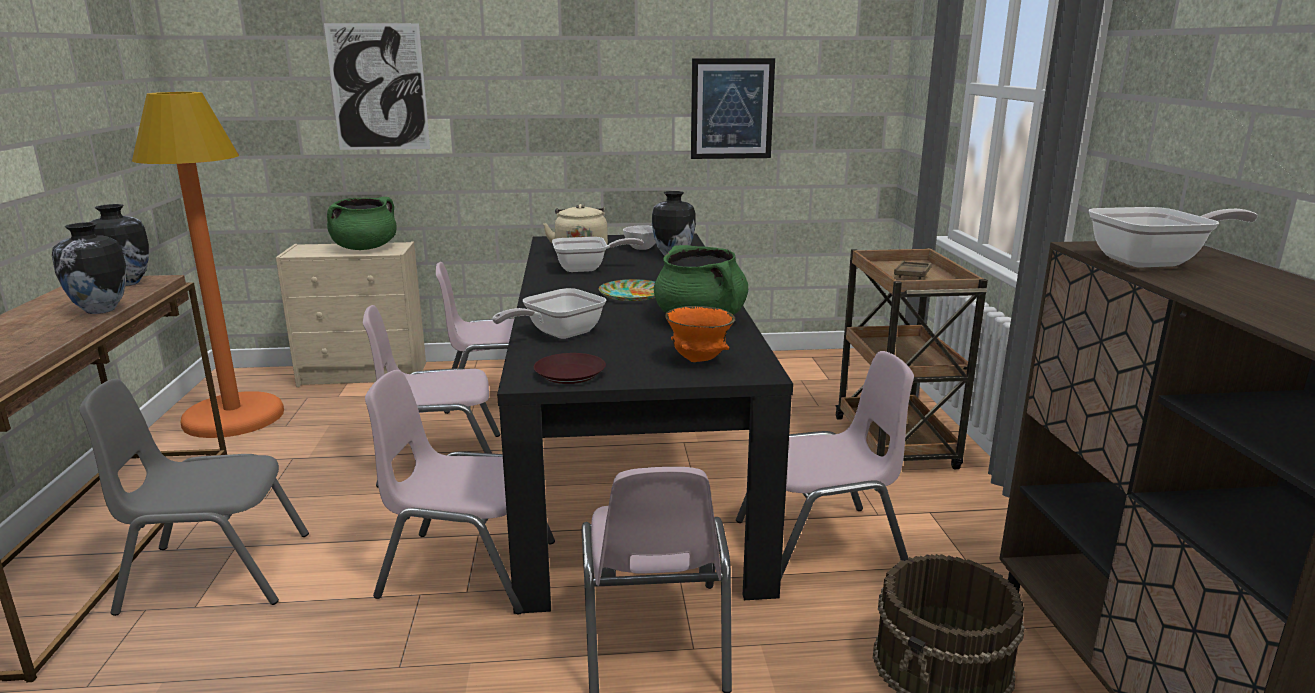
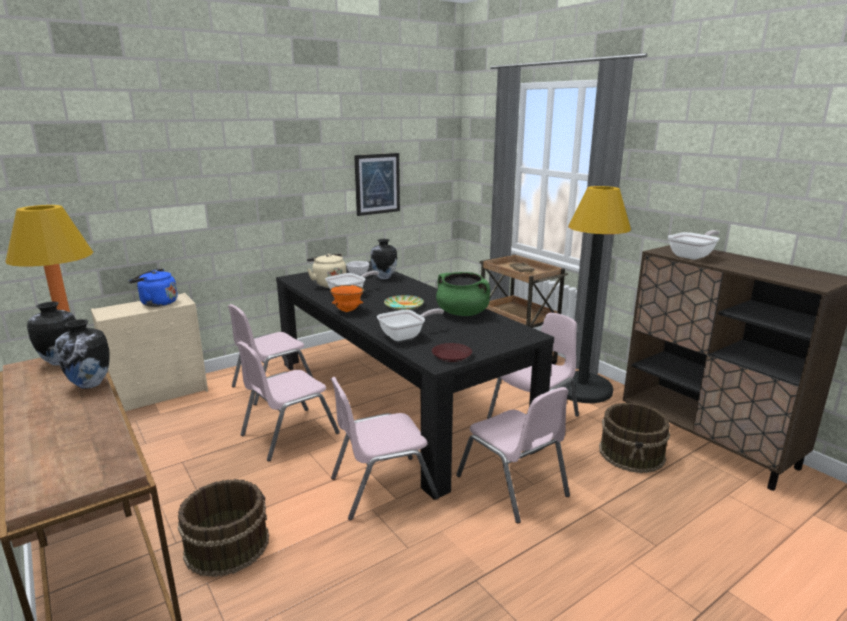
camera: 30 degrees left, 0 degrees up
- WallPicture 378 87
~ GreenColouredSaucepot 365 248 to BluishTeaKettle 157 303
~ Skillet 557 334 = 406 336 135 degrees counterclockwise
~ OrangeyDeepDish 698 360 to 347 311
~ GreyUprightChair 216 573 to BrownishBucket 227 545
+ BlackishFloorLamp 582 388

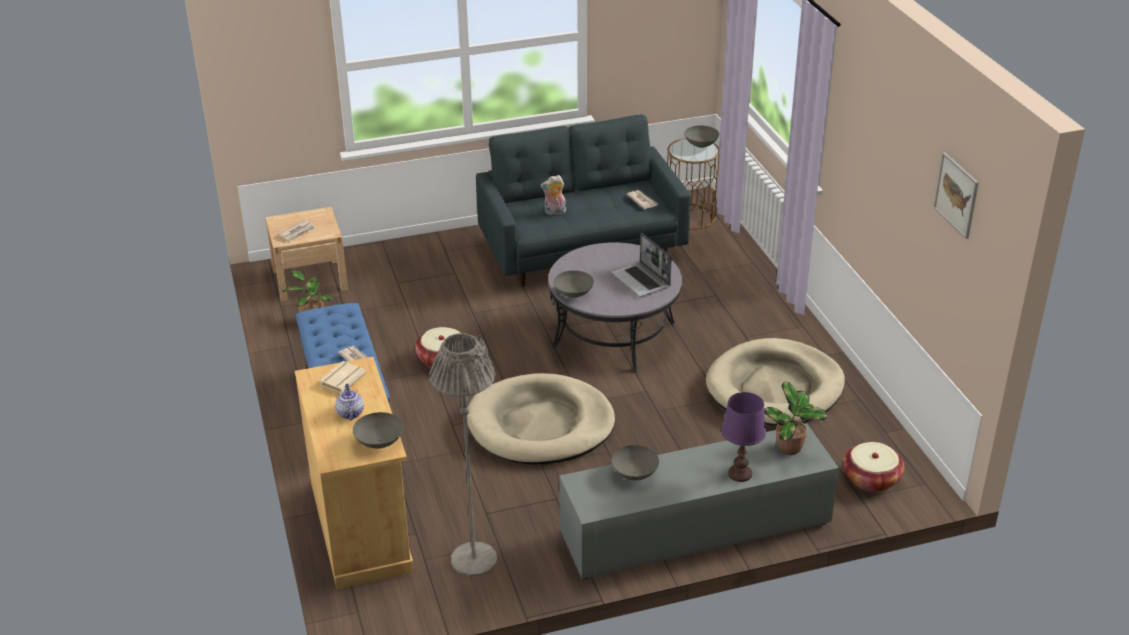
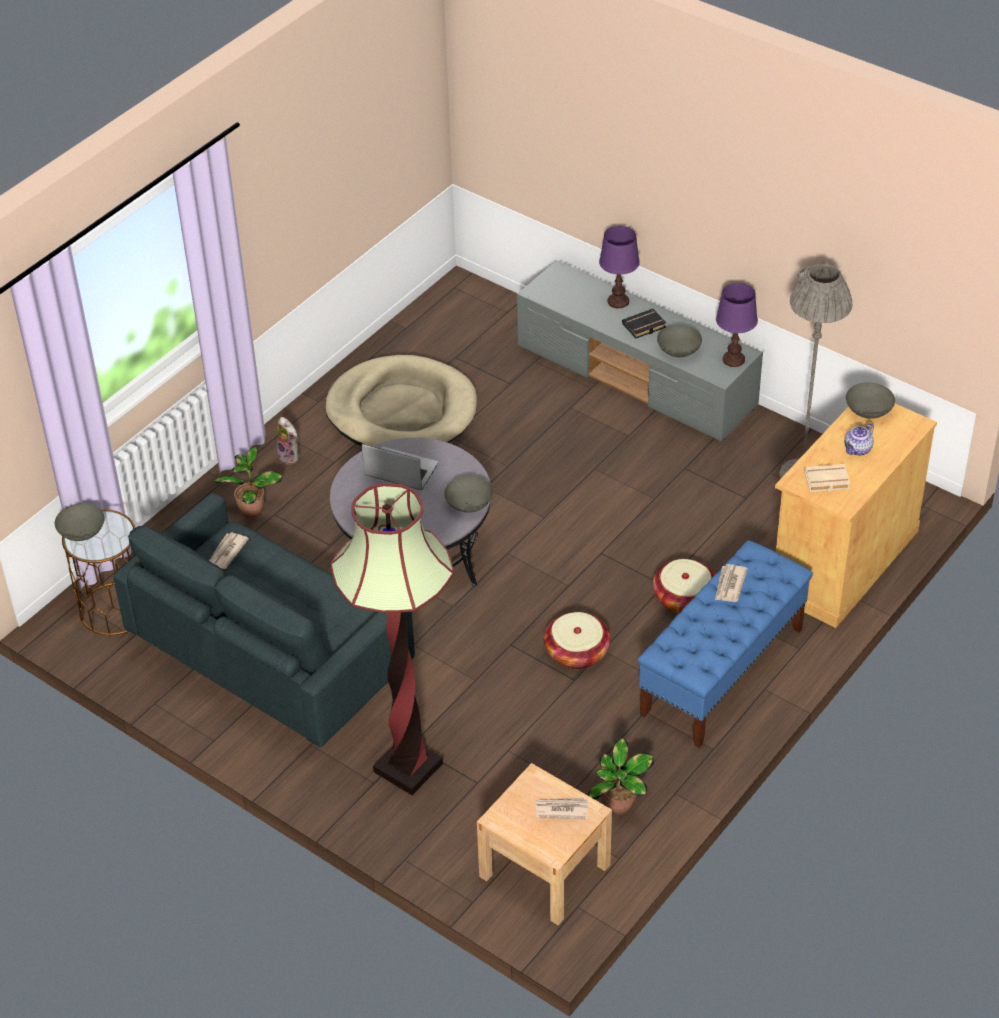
camera: 125 degrees left, 10 degrees up
- WallPicture 956 195
~ PlushToy 554 212 to 290 456
~ Laptop 641 281 = 400 471 90 degrees counterclockwise
- BeigeDogBed 540 425
~ PottedPlant 791 449 to 252 509
~ Basket 871 479 to 684 598
+ PurpleColouredTabletopLamp 734 359
+ BlackishVolume 644 327
+ FloorLamp 408 767

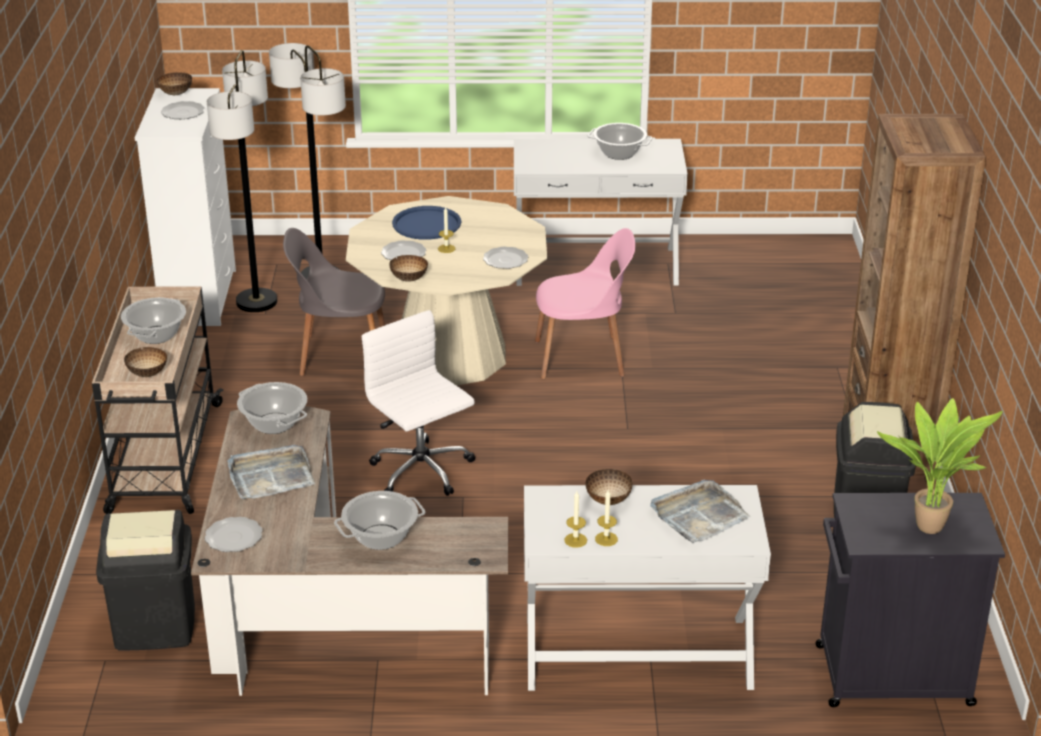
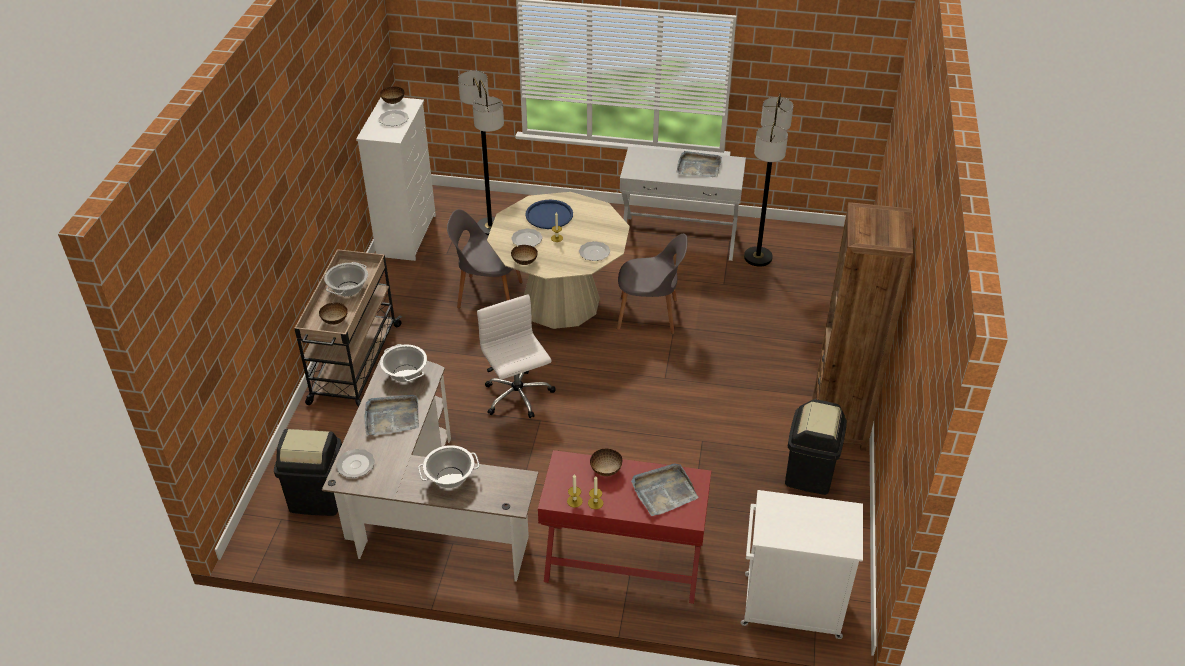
camera: 10 degrees right, 10 degrees up
~ FloorLamp 256 302 to 757 257
~ Saucepot 619 153 to GreyServingTray 698 166
~ PinkUprightChair 582 358 to GreyUprightChair 649 315
- PottedPlant 930 525
~ WhiteHallTable 637 653 to RedColouredHallTable 623 563
~ BlackishStorageCabinet 890 676 to WhiteStorageCabinet 789 606

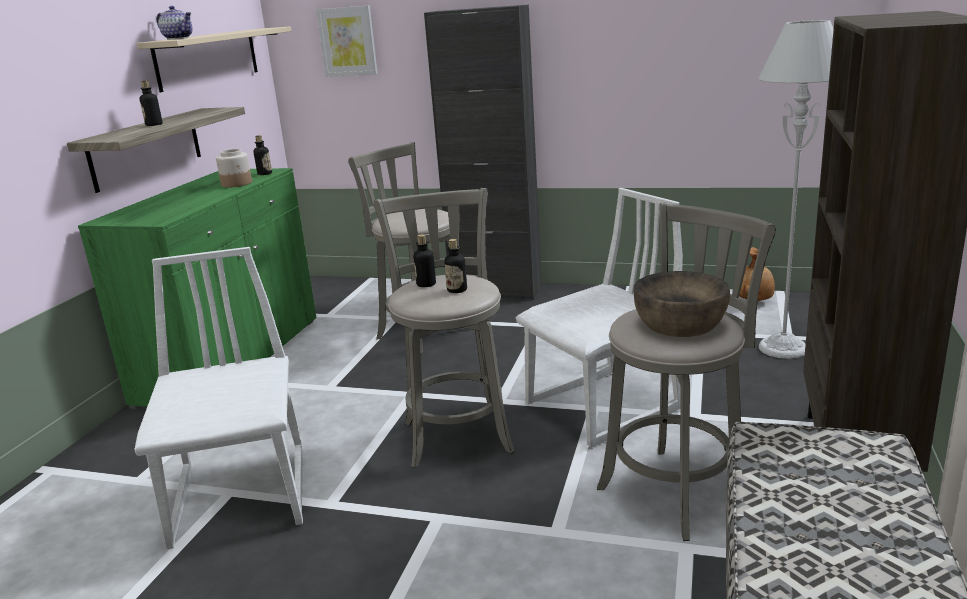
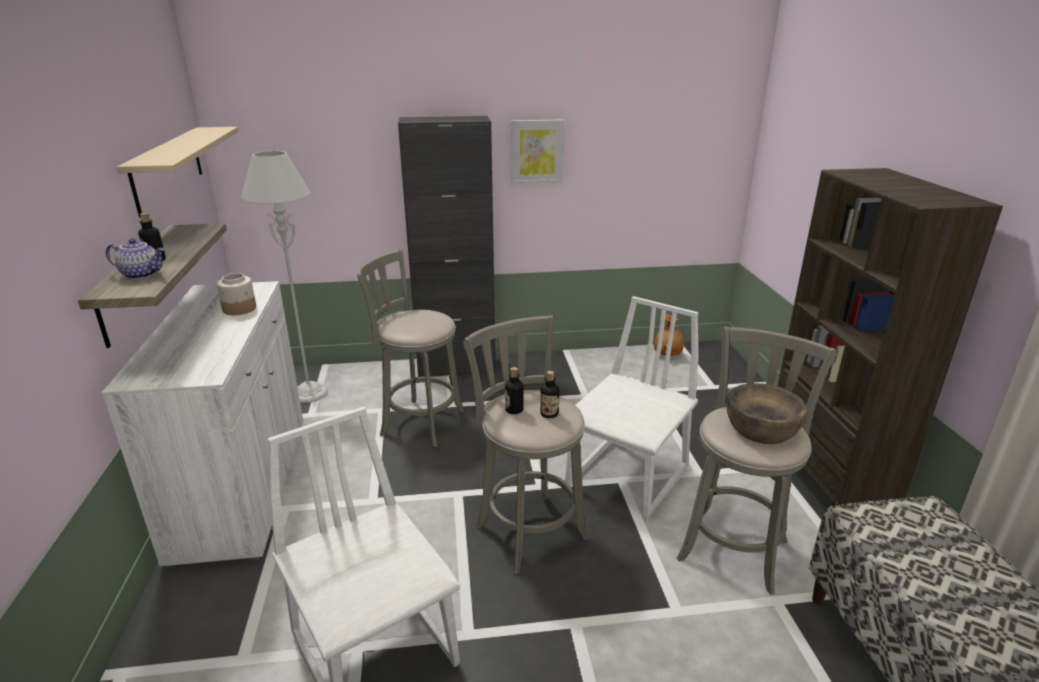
camera: 25 degrees left, 5 degrees up
~ TeaPot 179 38 to 142 274
~ WallPicture 348 41 to 536 151
~ GreyFloorLamp 783 348 to 309 393
- Bottle 265 173
~ GreenColouredStorageCabinet 232 360 to WhiteStorageCabinet 243 485

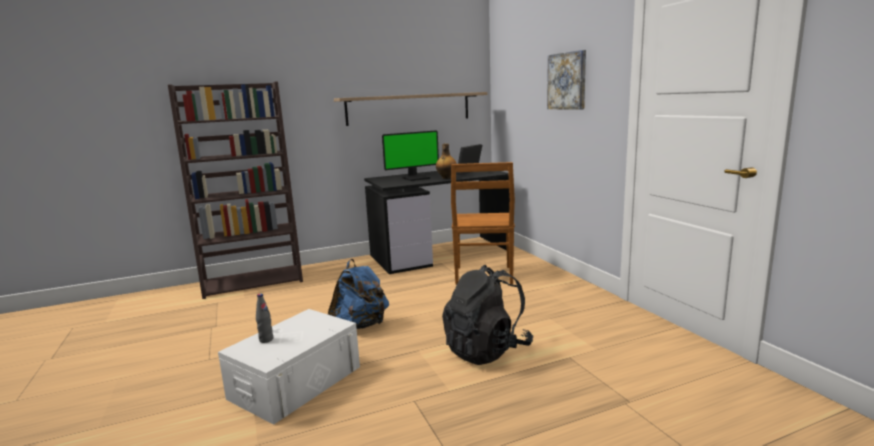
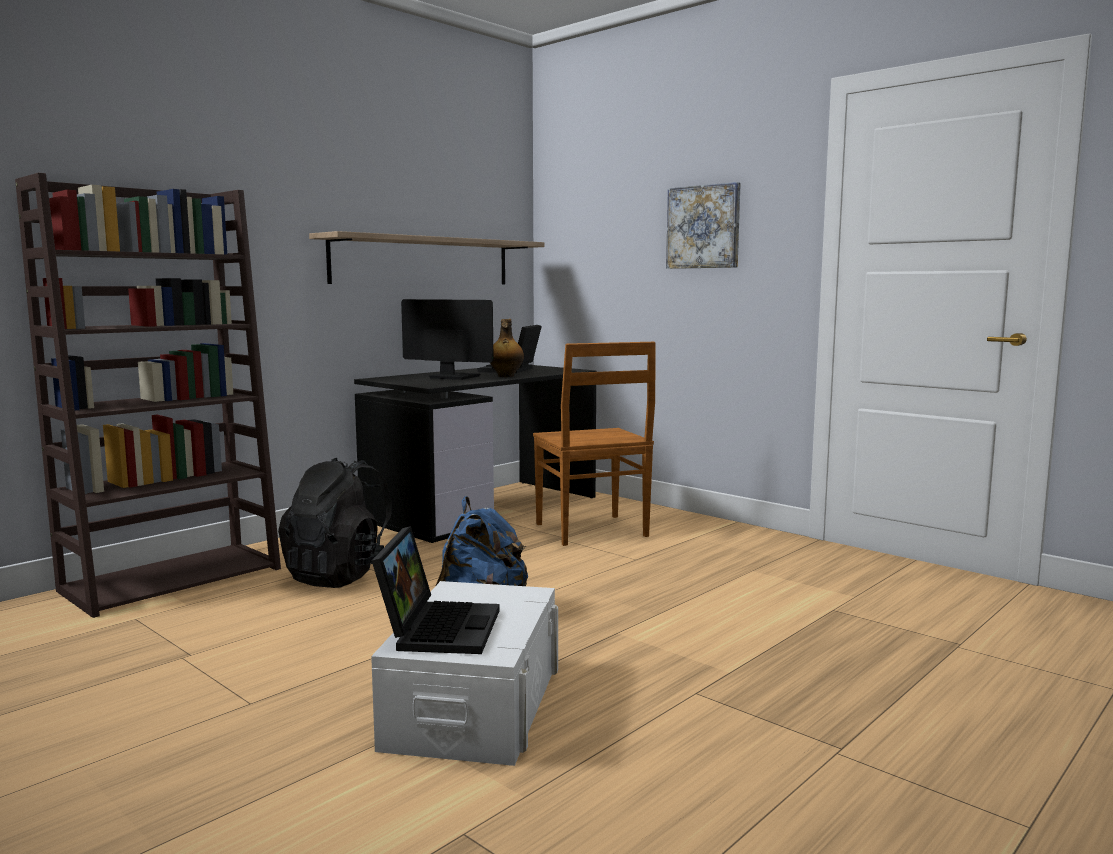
camera: 25 degrees left, 5 degrees down
~ Monitor 416 178 = 452 377 105 degrees counterclockwise
~ BlackishKnapsack 487 350 to 343 575
~ GreyBottle 266 340 to Laptop 438 628

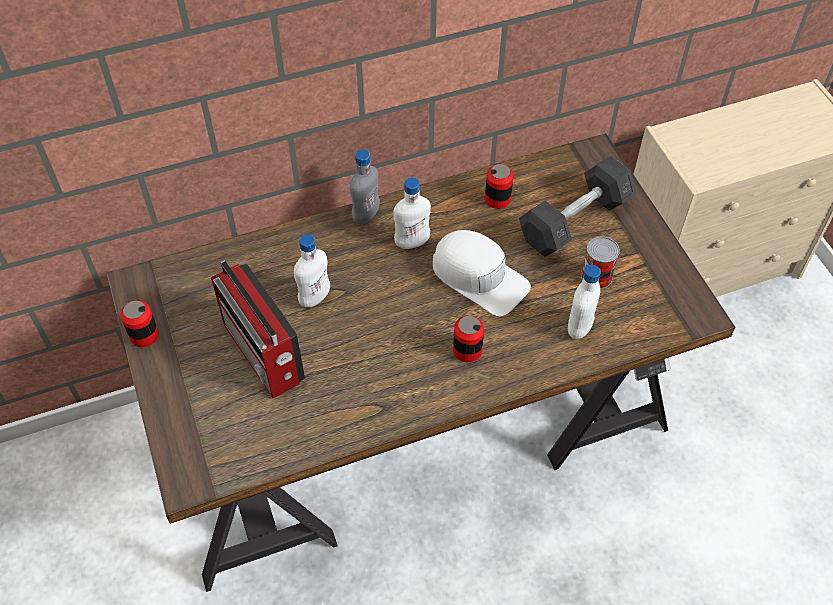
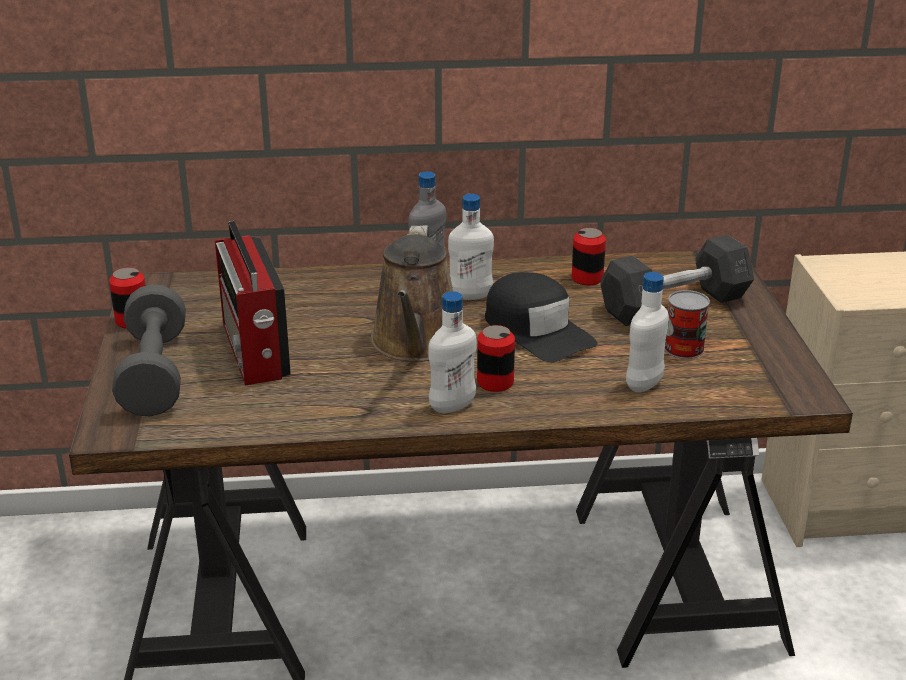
camera: 15 degrees right, 25 degrees down
~ WhiteCap 479 277 to BlackishCap 537 330
~ WhiteBottle 314 298 to 452 406
+ BrownishSprinklingCan 416 344
+ GreyHandWeight 154 374

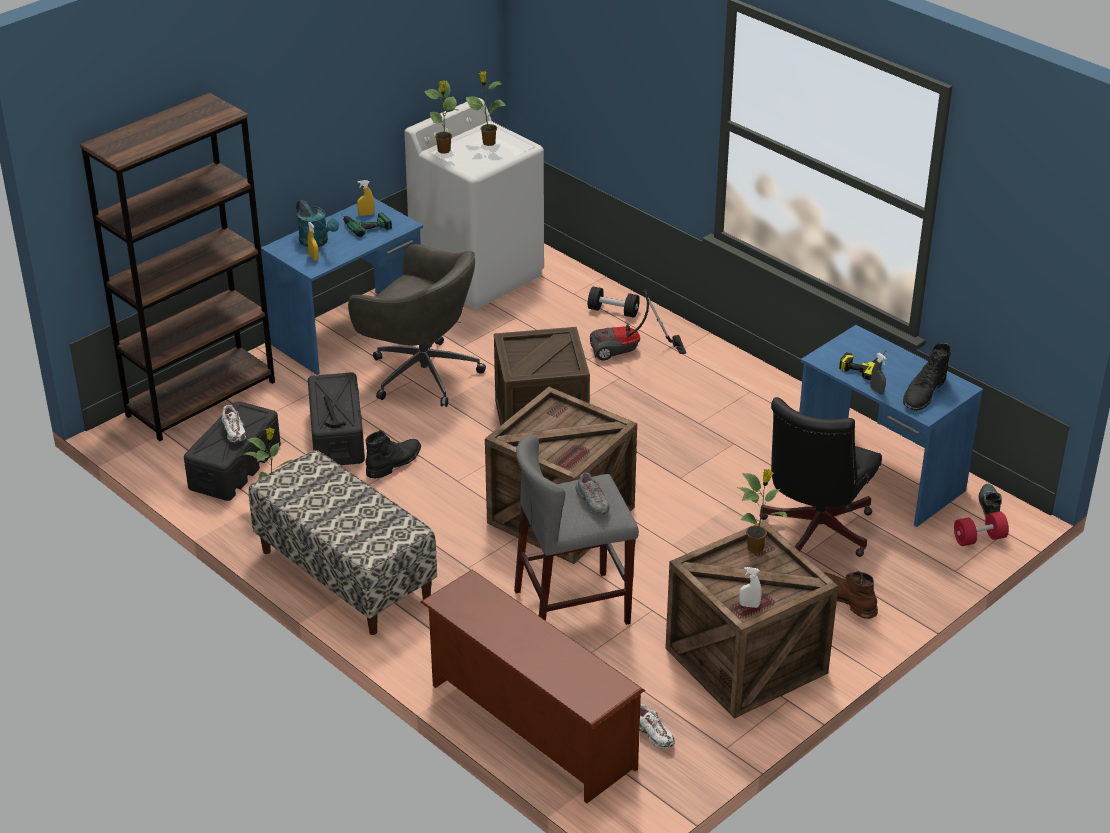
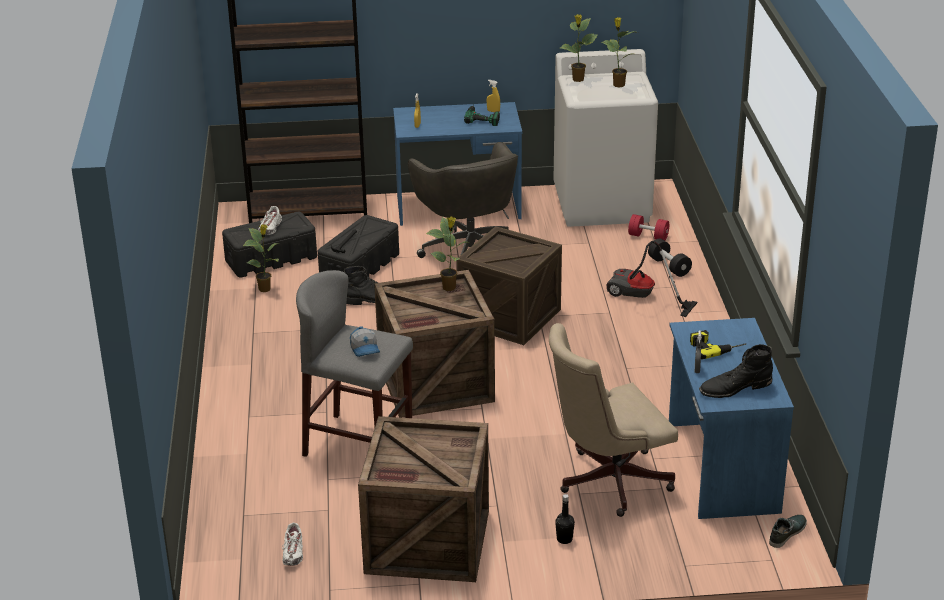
camera: 40 degrees right, 5 degrees down
- TurquoiseColouredSprinklingCan 317 242
~ BlackishComputerChair 813 532 to BeigeComputerChair 607 482
- IndoorBench 344 575
~ PottedPlant 756 548 to 449 288
~ GreyLowShoe 592 503 to Cap 365 349
~ RedColouredHandWeight 979 539 to 648 236
- WhiteHandSprayer 749 605
- BrownishShoeStand 529 726
~ BrownishBoot 845 598 to BlackishBottle 564 539

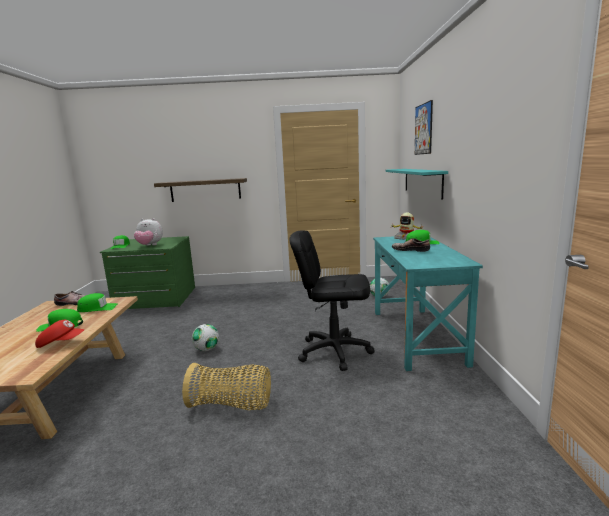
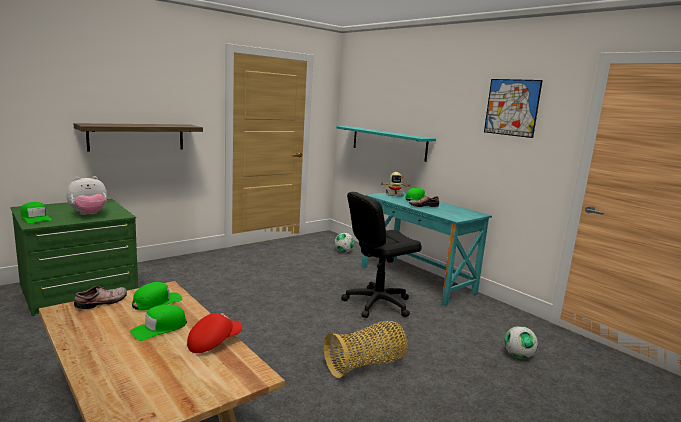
camera: 40 degrees left, 0 degrees up
~ WallPicture 423 129 to 511 107
~ FootballBall 207 349 to 518 356

